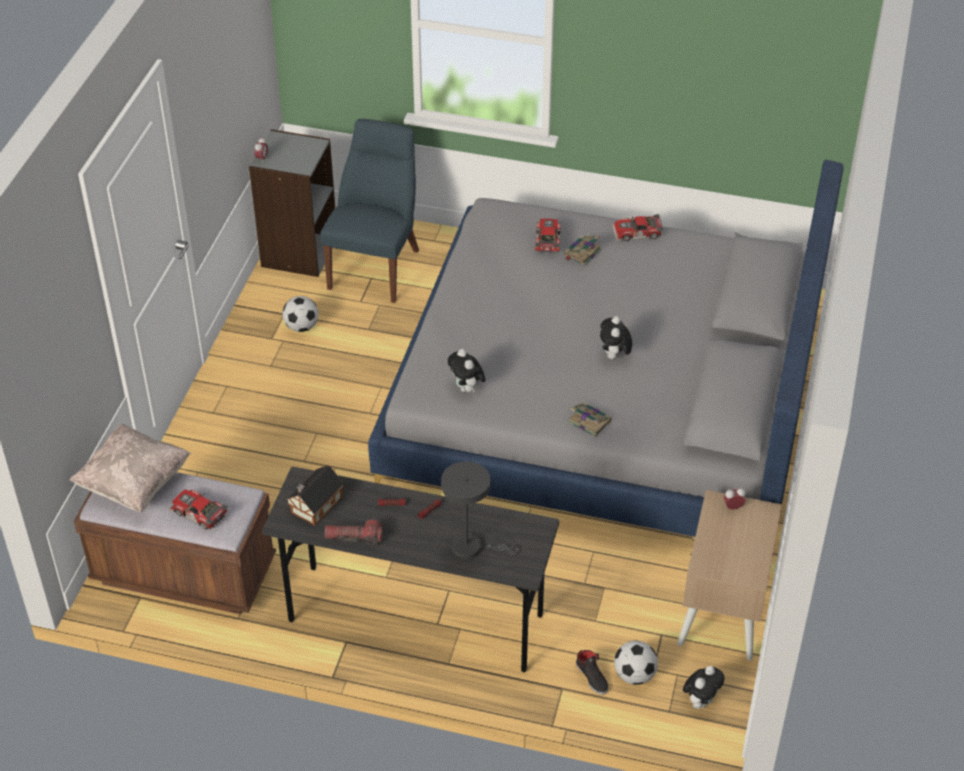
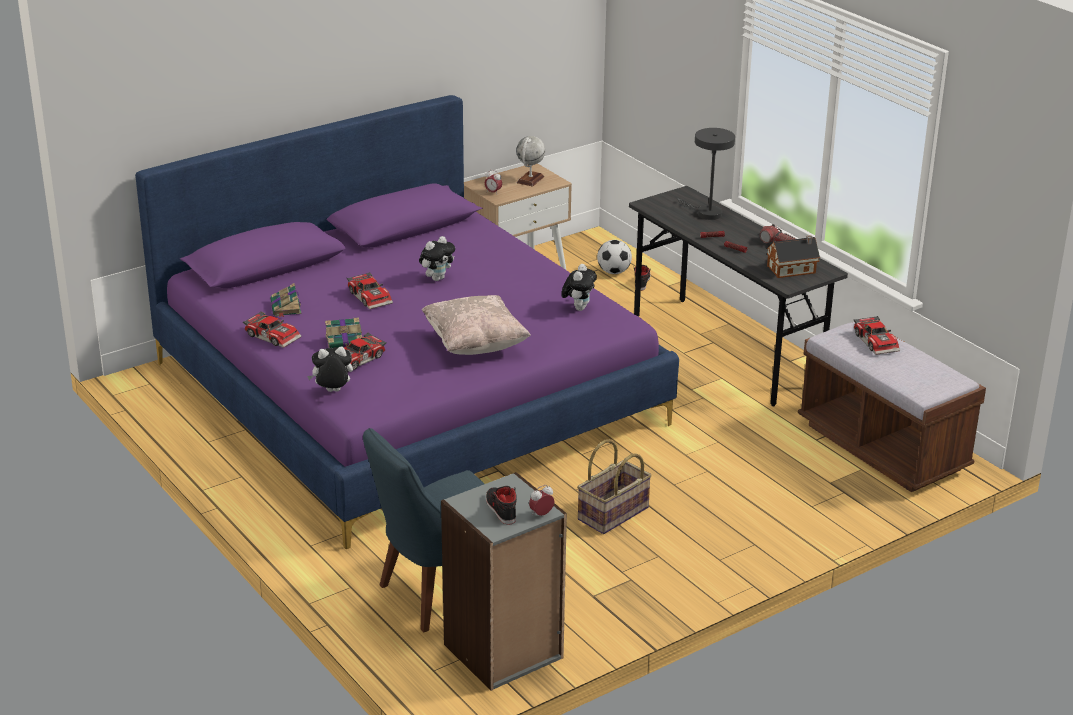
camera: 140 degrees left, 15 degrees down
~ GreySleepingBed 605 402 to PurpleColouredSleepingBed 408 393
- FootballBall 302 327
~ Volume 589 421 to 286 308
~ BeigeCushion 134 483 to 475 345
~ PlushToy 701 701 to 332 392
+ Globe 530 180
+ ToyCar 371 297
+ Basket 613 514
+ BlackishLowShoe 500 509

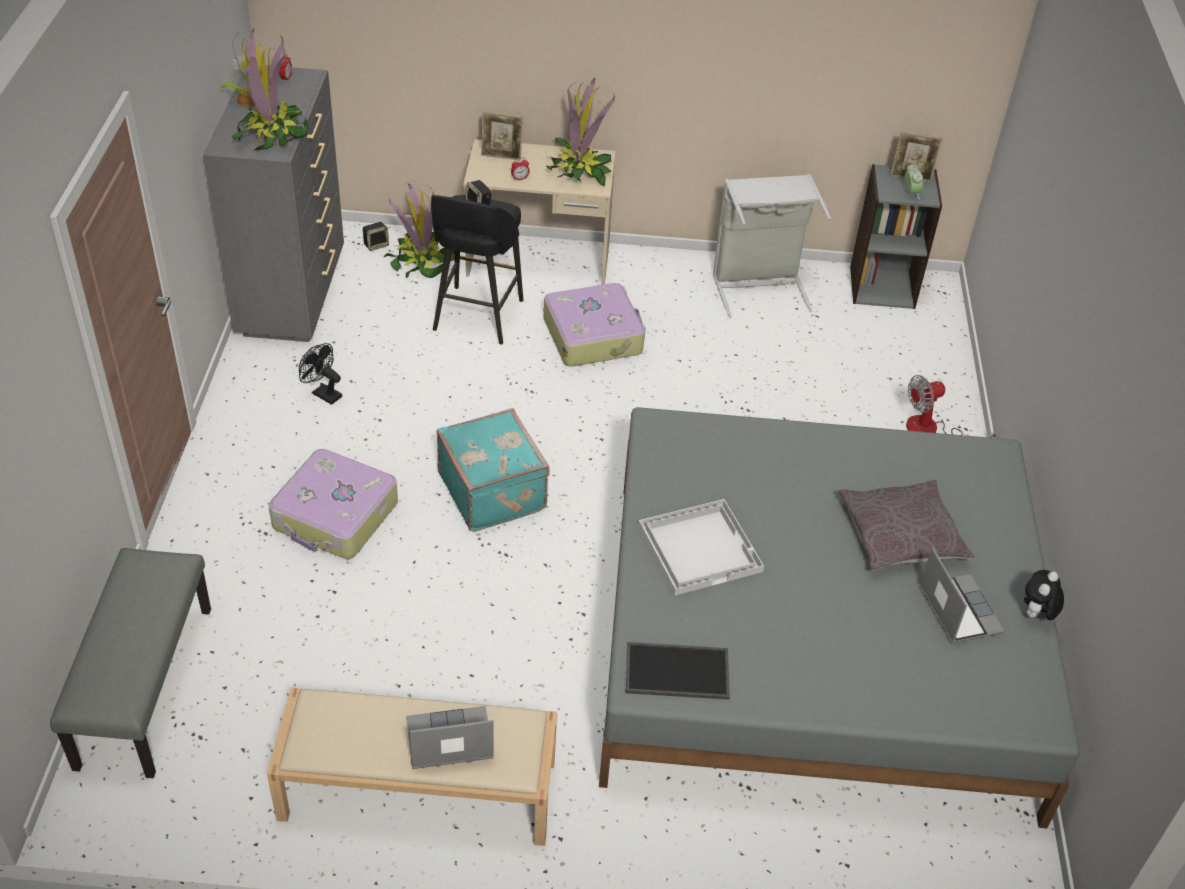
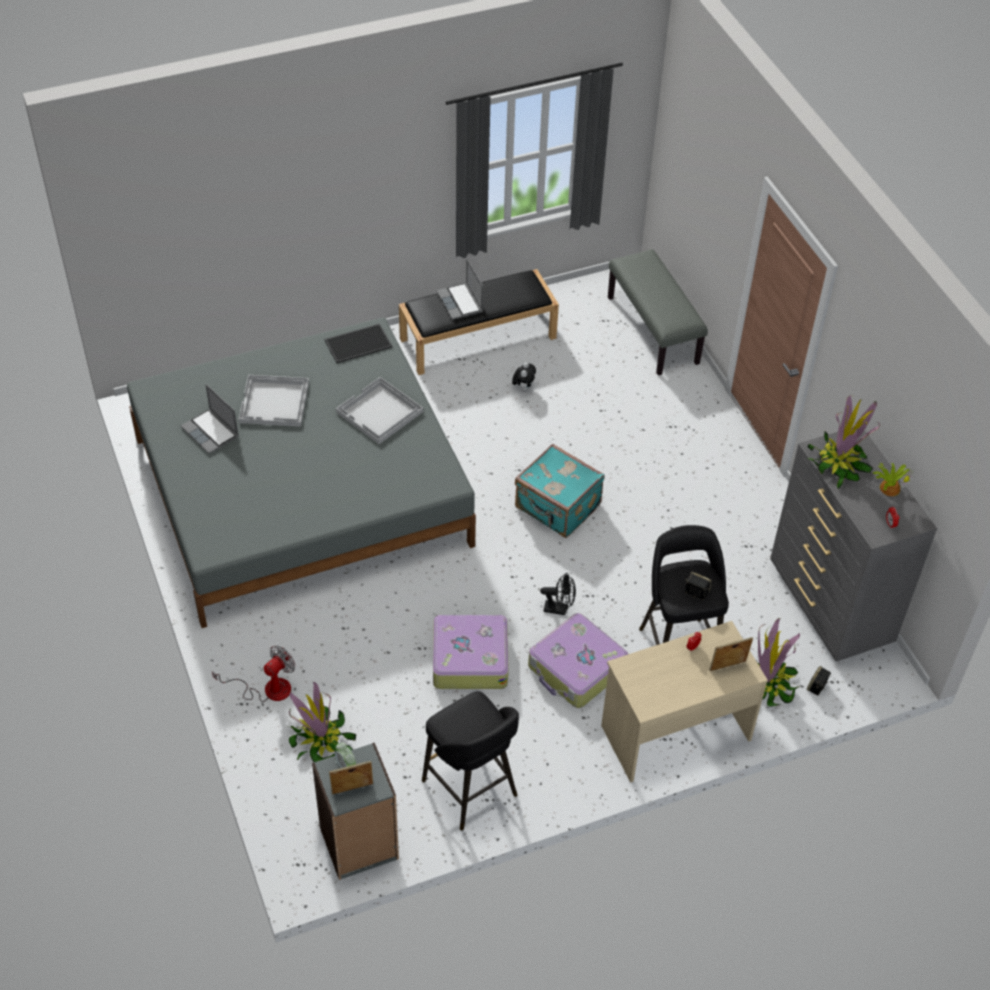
camera: 155 degrees right, 5 degrees up
~ PottedPlant 578 170 to 320 740
~ GreyWashingBasket 759 287 to BlackishSittingStool 471 790
~ BlackishFan 323 393 to 559 609
~ TravelCase 335 516 to 469 658
- GreyCushion 901 534
~ PlushToy 1036 615 to 523 388
~ BeigeIndoorBench 416 790 to BlackishIndoorBench 478 337
~ Laptop 448 741 = 460 302 105 degrees clockwise
+ WhiteServingTray 275 402

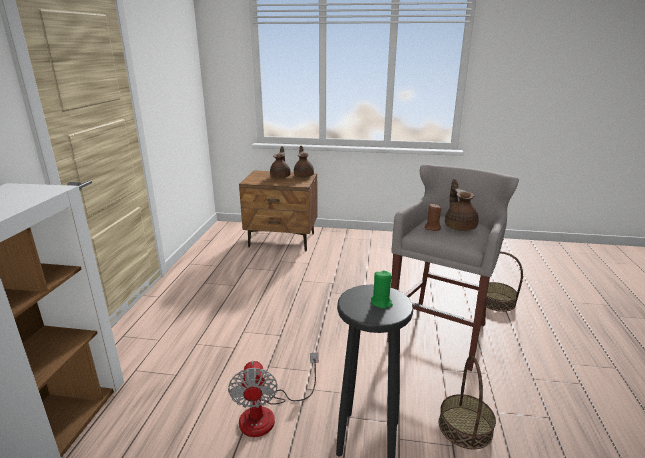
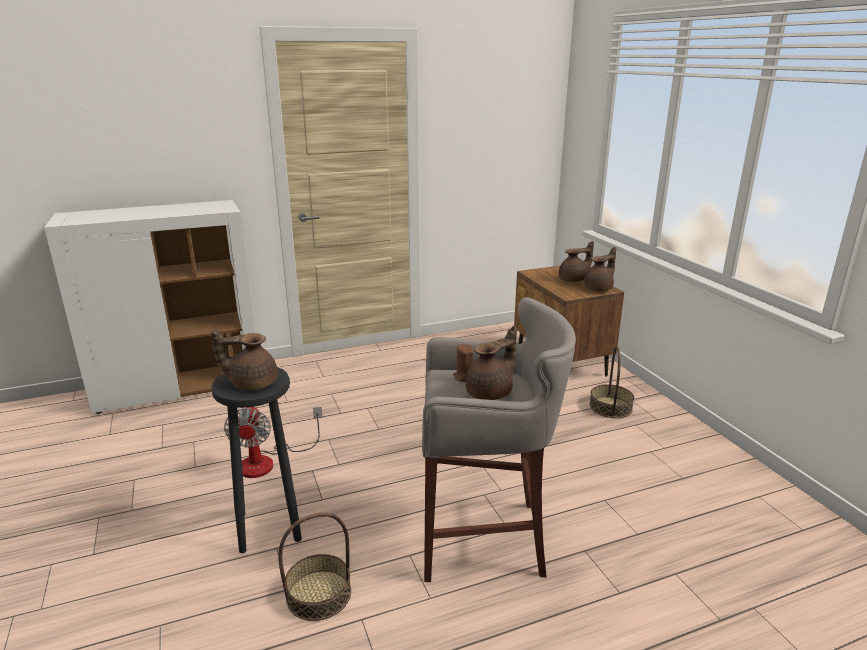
camera: 60 degrees right, 0 degrees up
~ Basket 497 301 to 610 407
~ GreenColouredWaxCandle 381 302 to BrownishTeaPot 252 383
~ Fan 268 414 = 267 461 60 degrees counterclockwise

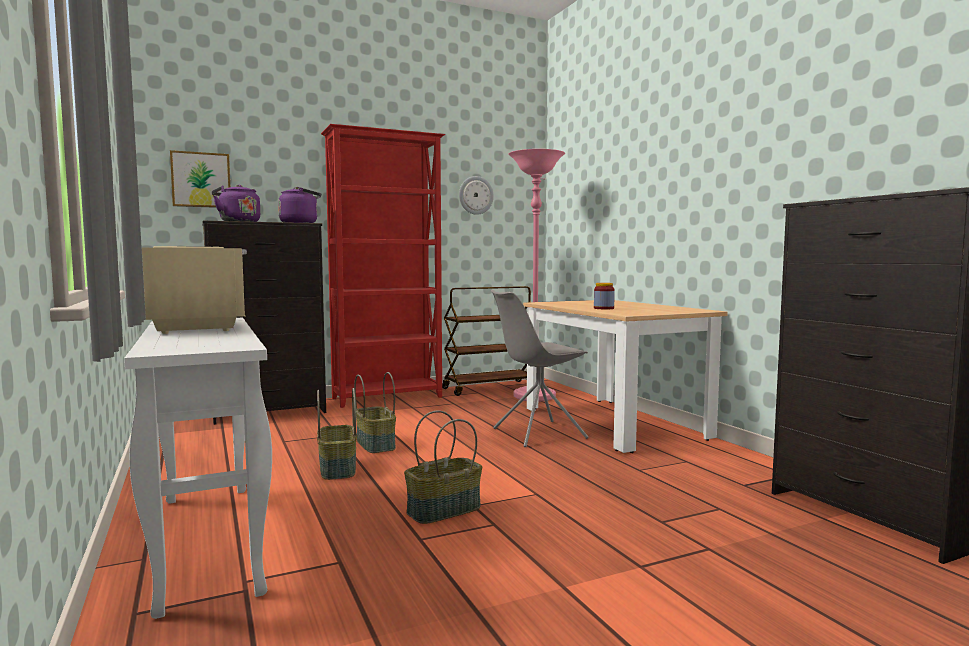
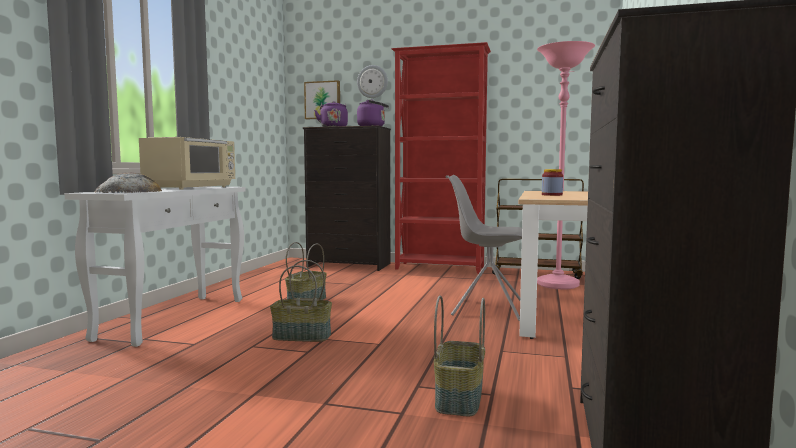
camera: 40 degrees right, 0 degrees up
~ WallClock 475 195 to 372 81
~ Basket 376 444 to 460 399
+ Bread 129 191

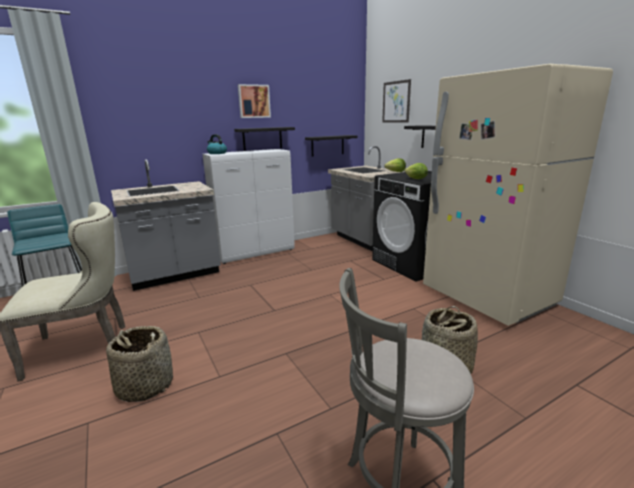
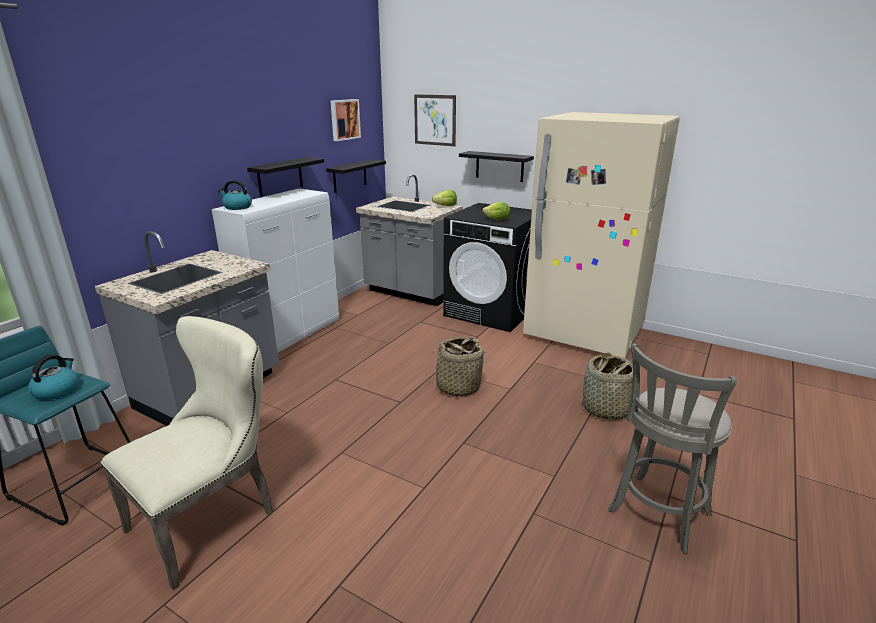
camera: 30 degrees left, 5 degrees up
~ WallPicture 254 101 to 344 119
~ Basket 145 386 to 458 387
+ TeaKettle 57 390

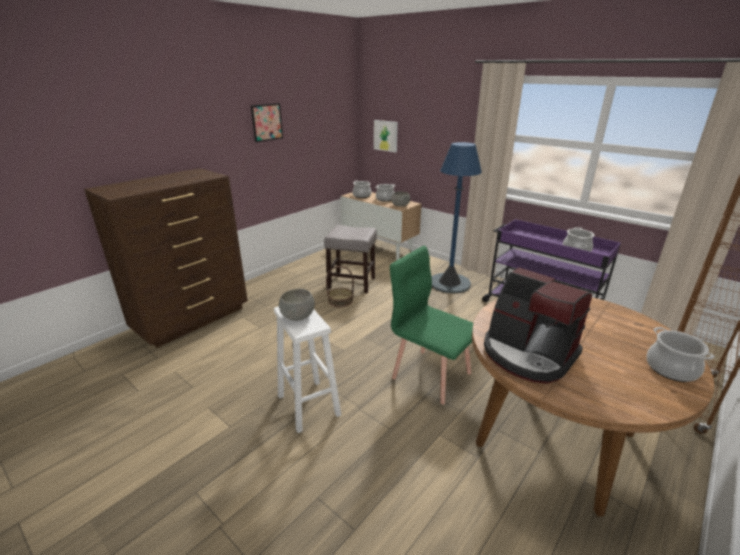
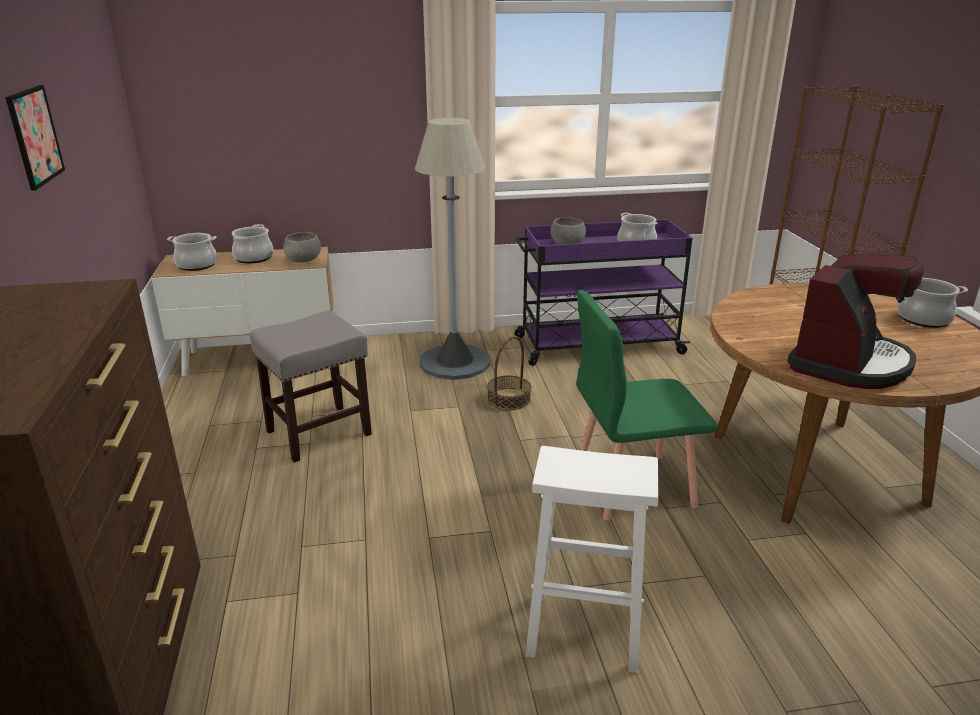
camera: 50 degrees left, 0 degrees up
- WallPicture 385 135
~ BluishFloorLamp 449 283 to GreyFloorLamp 454 362
~ Basket 340 301 to 508 399
~ CoffeeBrewer 528 354 = 849 363 45 degrees counterclockwise
~ GreyDeepDish 298 316 to 567 244

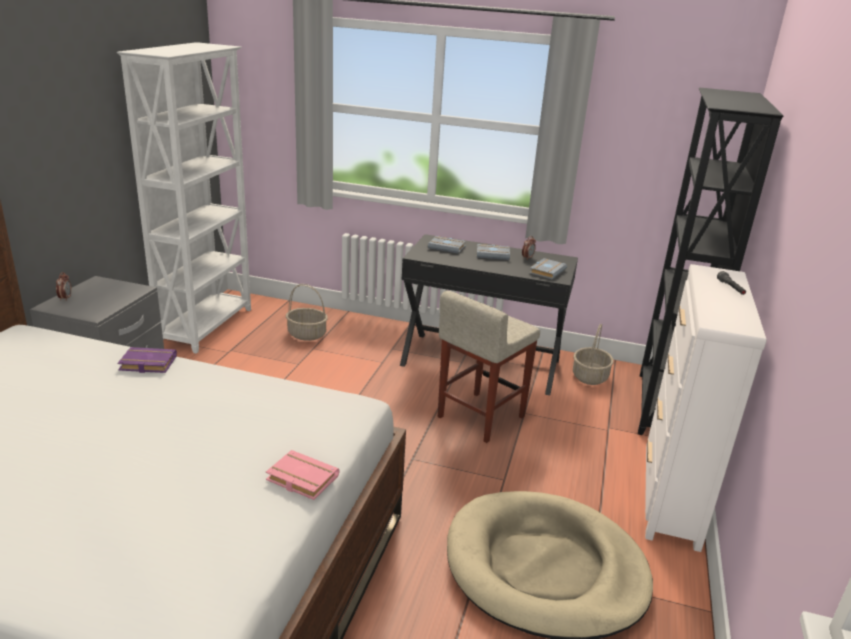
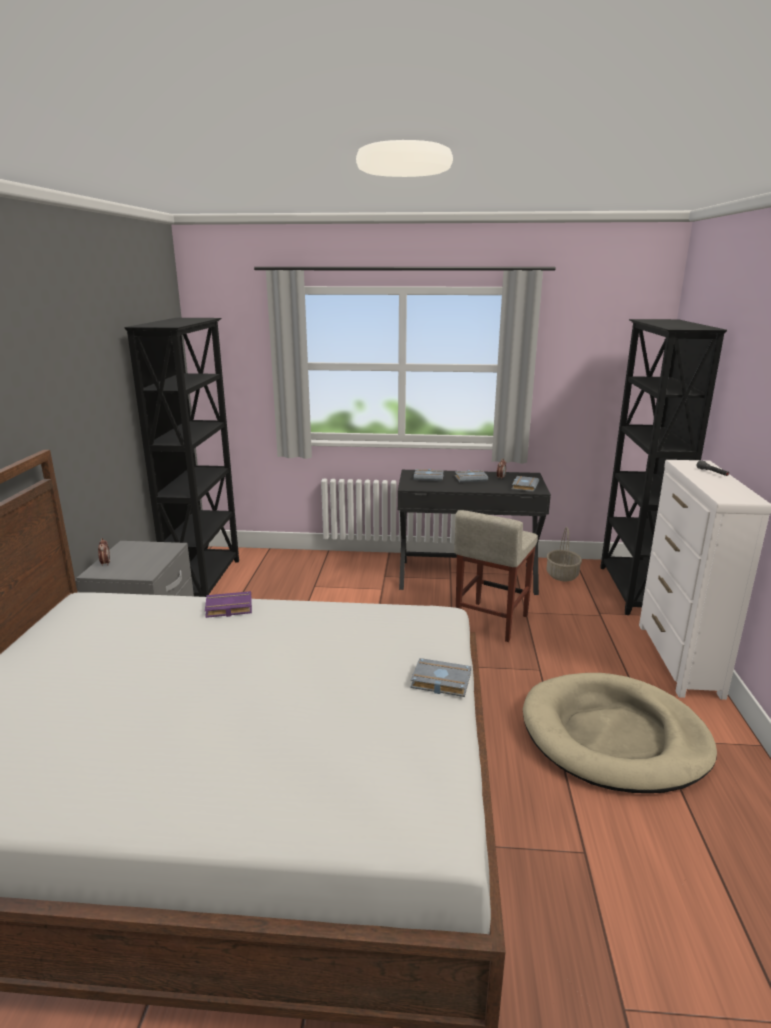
camera: 10 degrees left, 5 degrees down
~ WhiteBookshelf 208 326 to BlackishBookshelf 206 581
- Basket 307 334
~ PinkVolume 300 479 to GreyVolume 439 682

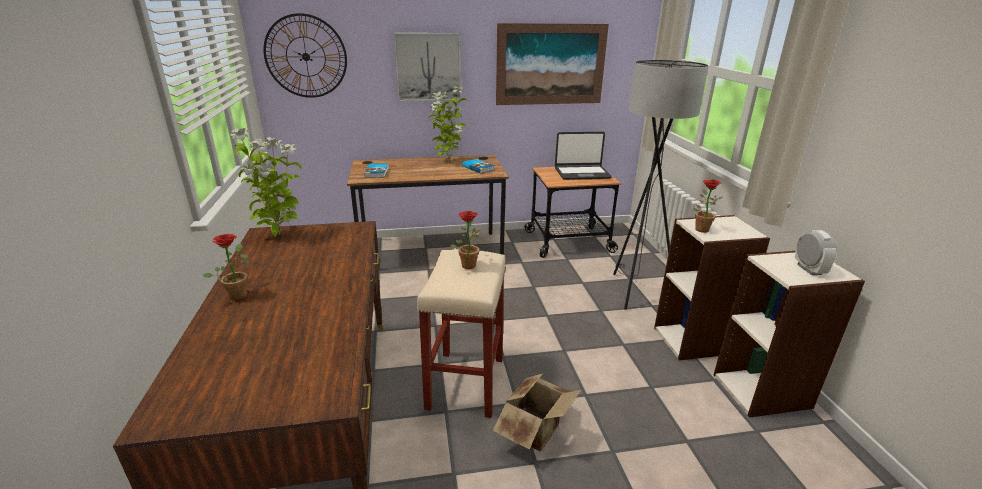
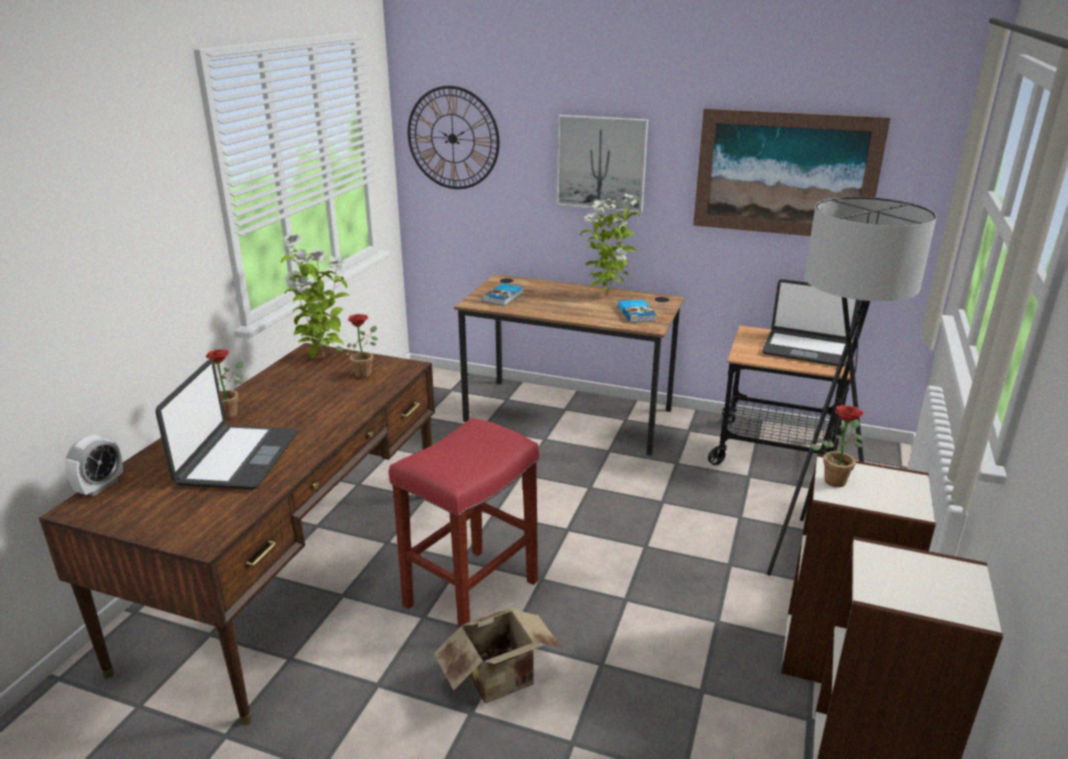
camera: 30 degrees right, 0 degrees up
~ PottedPlant 467 264 to 364 373
~ TableClock 809 269 to 100 487
~ BeigeSittingStool 466 384 to RedColouredSittingStool 471 595
+ Laptop 236 458

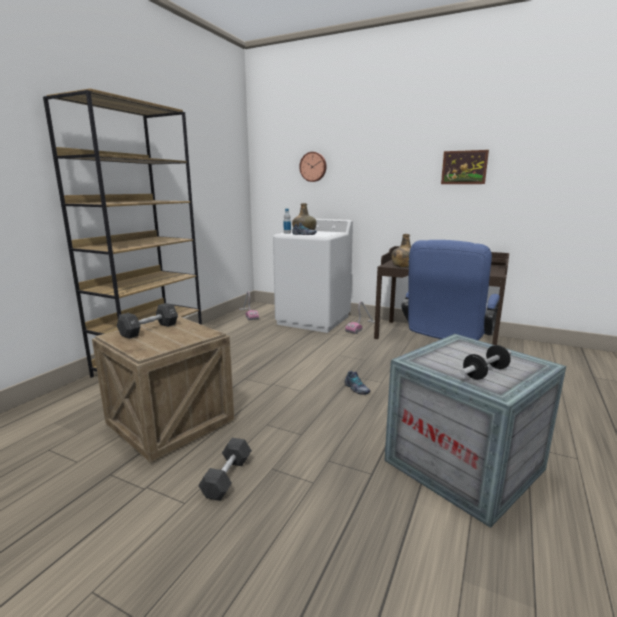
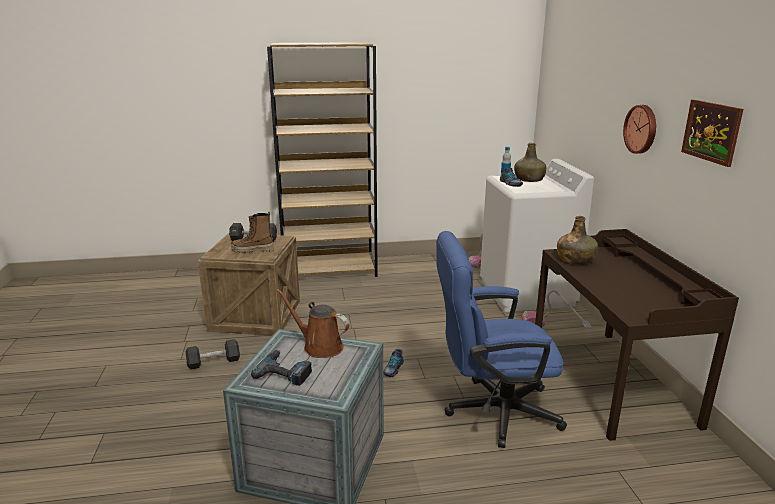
camera: 55 degrees right, 5 degrees up
~ WallClock 313 167 to 641 129
~ HandWeight 485 373 to PowerDrill 285 372
+ Boot 252 251
+ BrownishSprinklingCan 319 346

